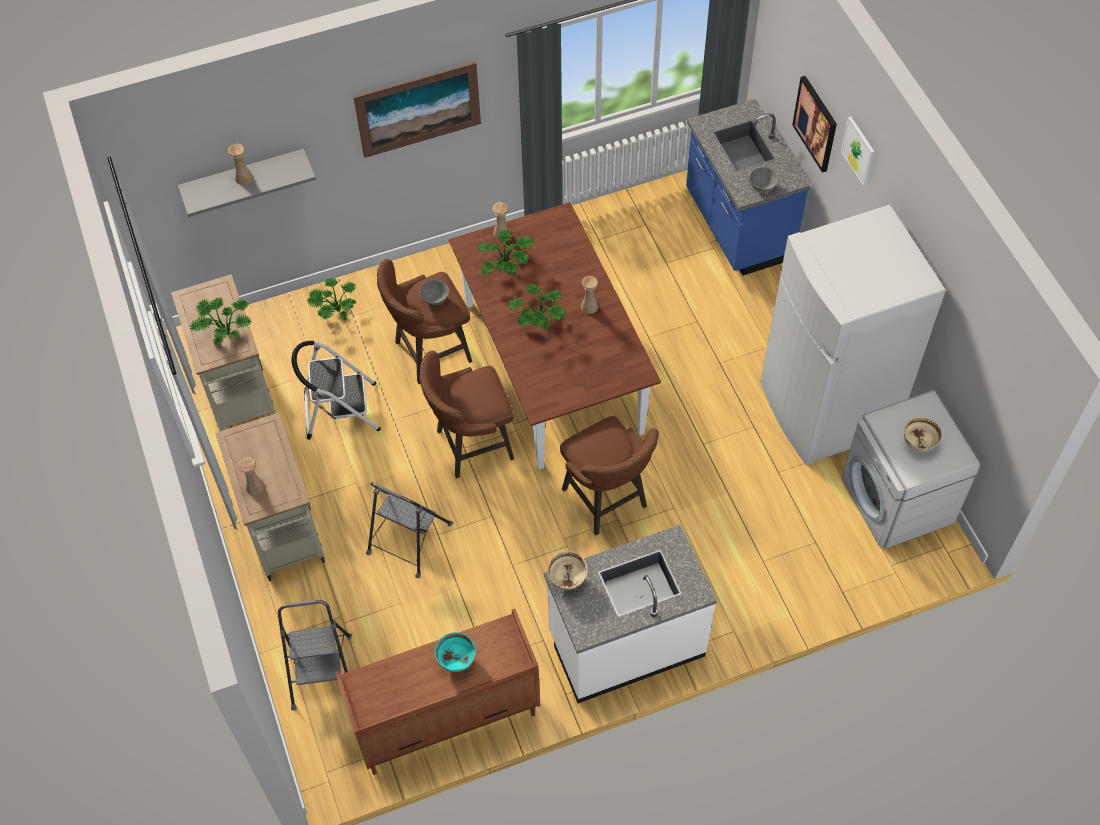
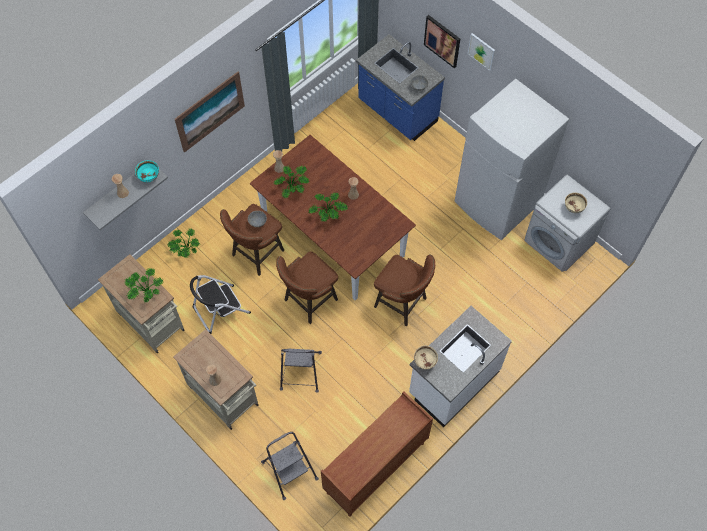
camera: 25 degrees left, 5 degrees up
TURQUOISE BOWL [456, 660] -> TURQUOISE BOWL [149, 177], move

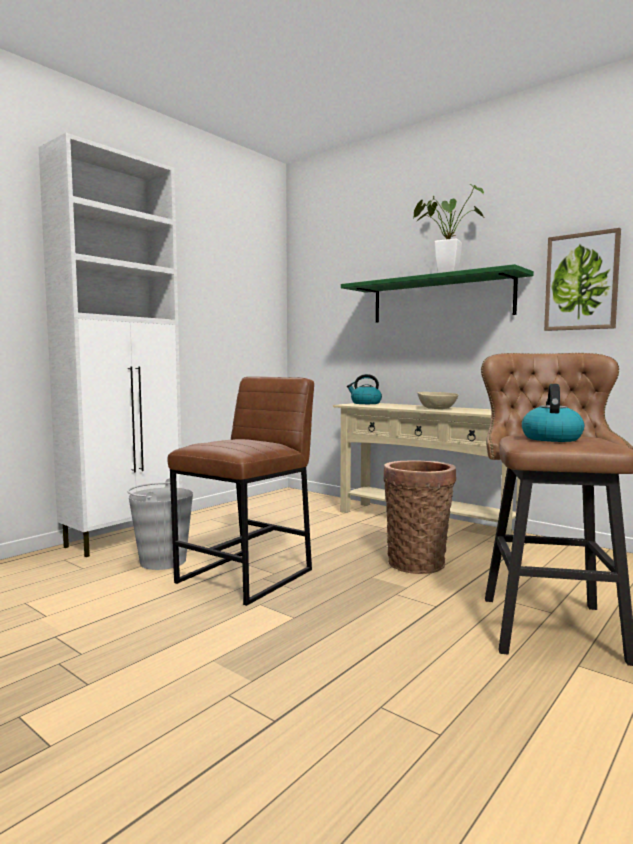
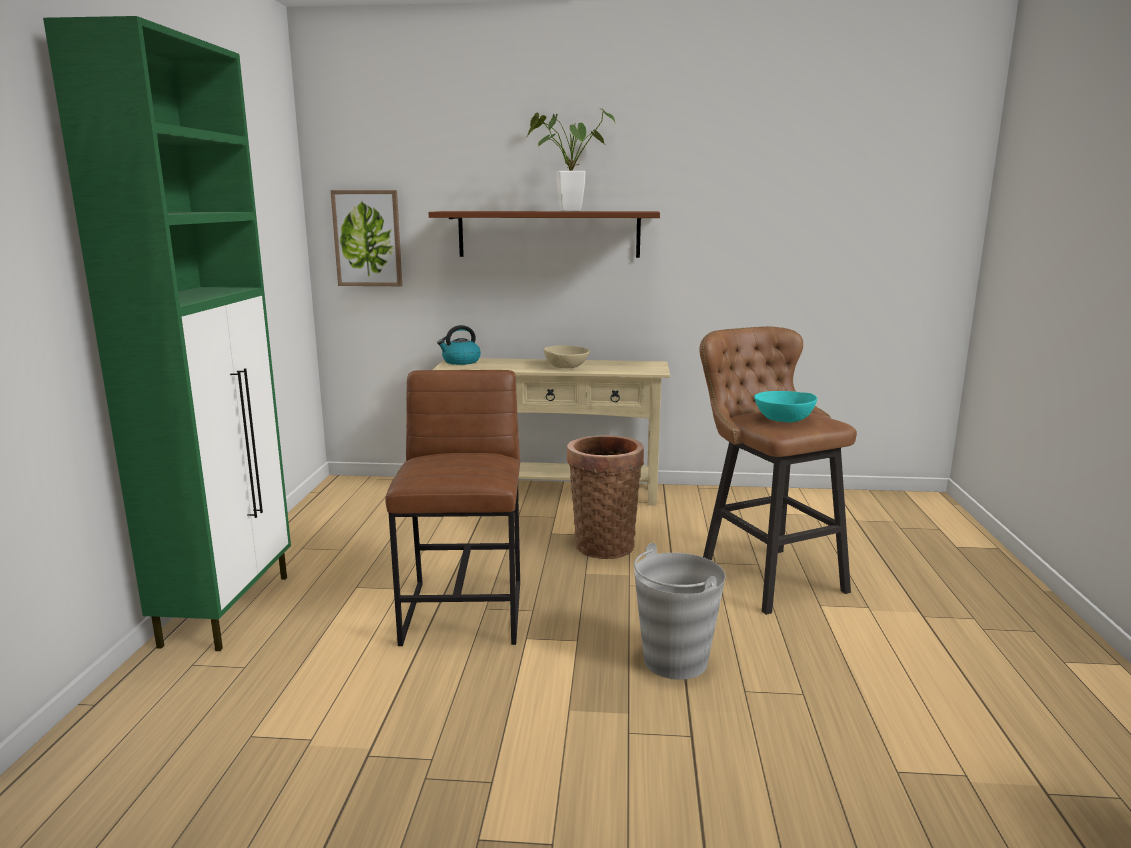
camera: 35 degrees left, 10 degrees up
GREY BUCKET [162, 561] -> GREY BUCKET [674, 661], move
PICTURE [581, 282] -> PICTURE [368, 238], move
KETTLE [551, 438] -> TURQUOISE BOWL [783, 419]
WHITE CABINET [125, 538] -> GREEN CABINET [229, 608]
GREEN SHELF [440, 299] -> BROWN SHELF [548, 234]

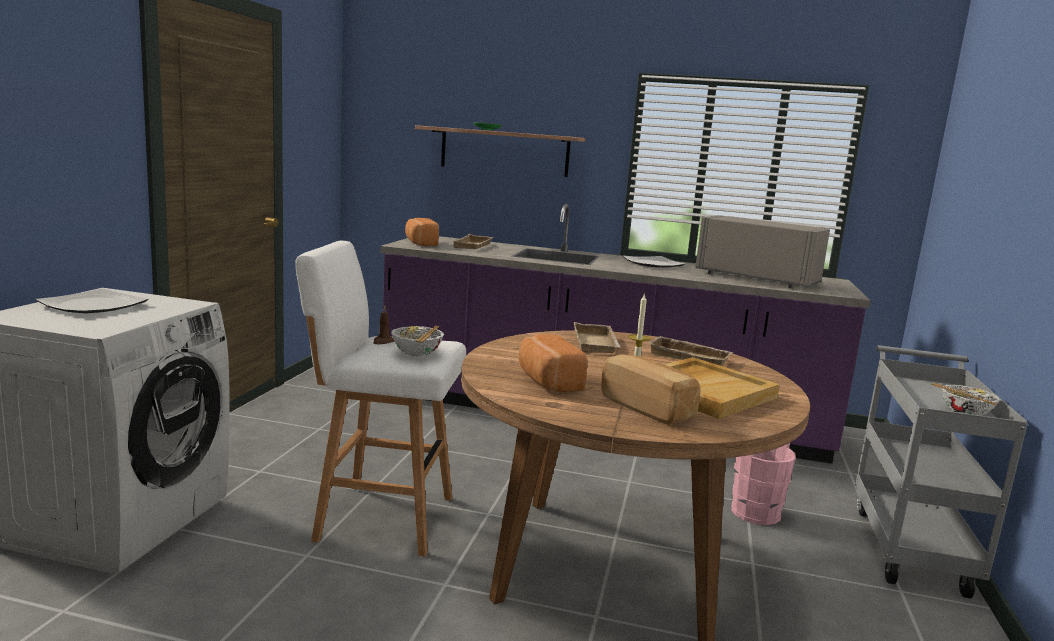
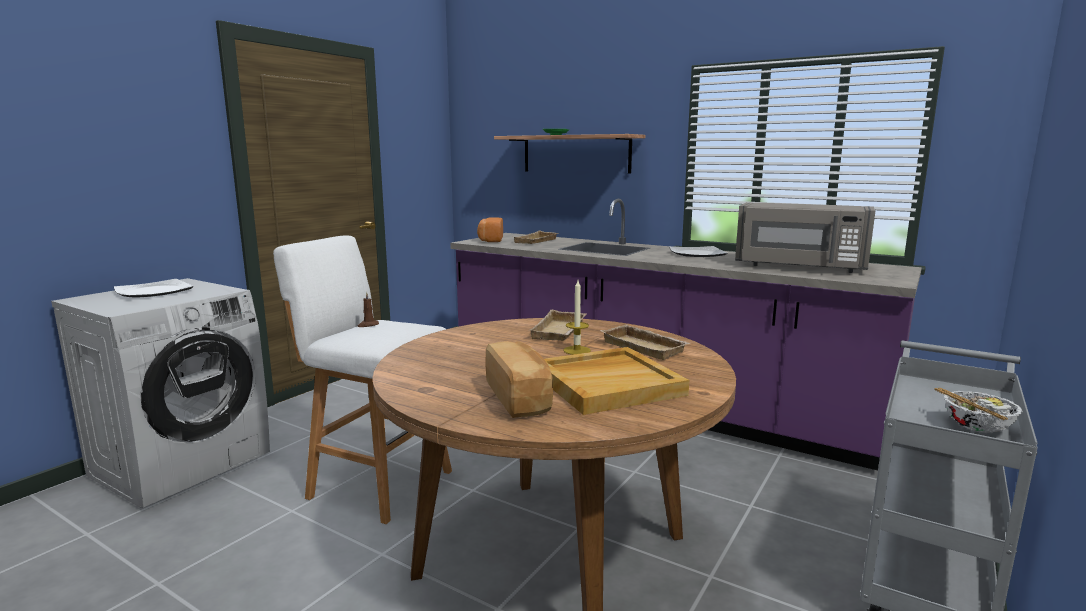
camera: 20 degrees right, 0 degrees up
BOWL [417, 353] -> none
BREAD [547, 382] -> none
PINK BUCKET [755, 512] -> none
GREY MICROWAVE [757, 278] -> GREY MICROWAVE [799, 267], 150 degrees clockwise

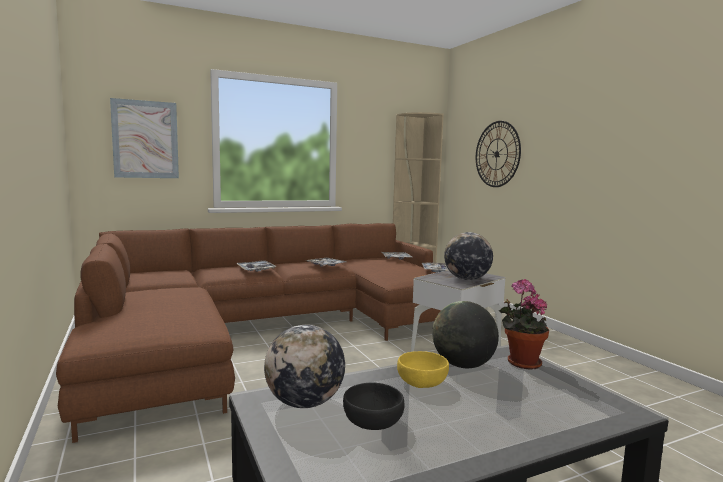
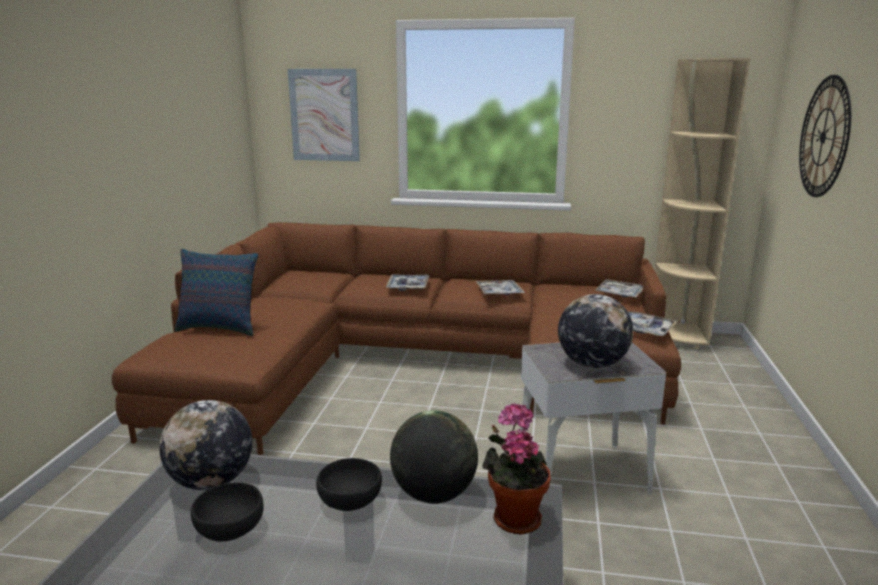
camera: 35 degrees right, 10 degrees up
none -> BLUE PILLOW [219, 329]
YELLOW BOWL [422, 382] -> BLACK BOWL [351, 500]

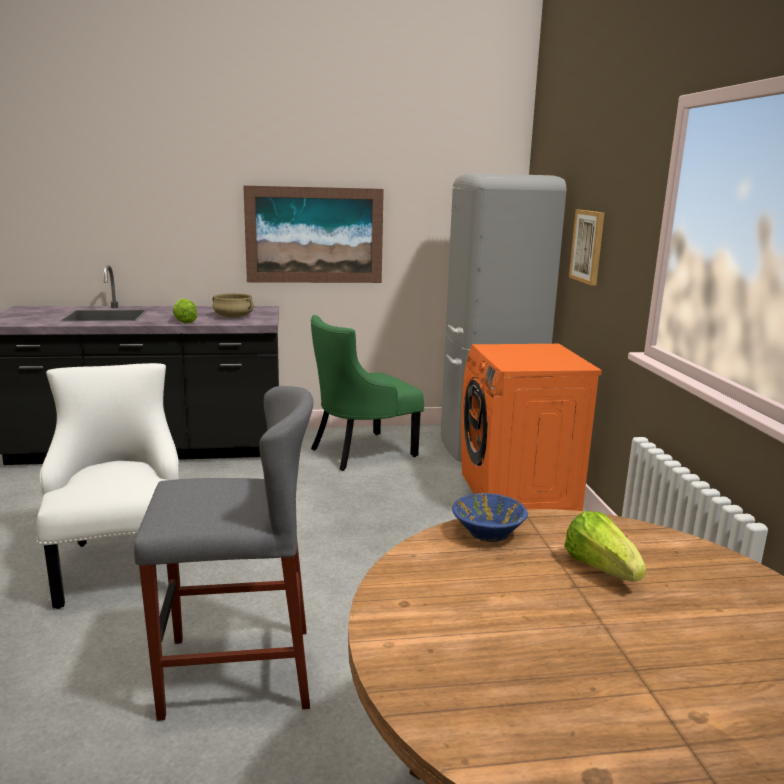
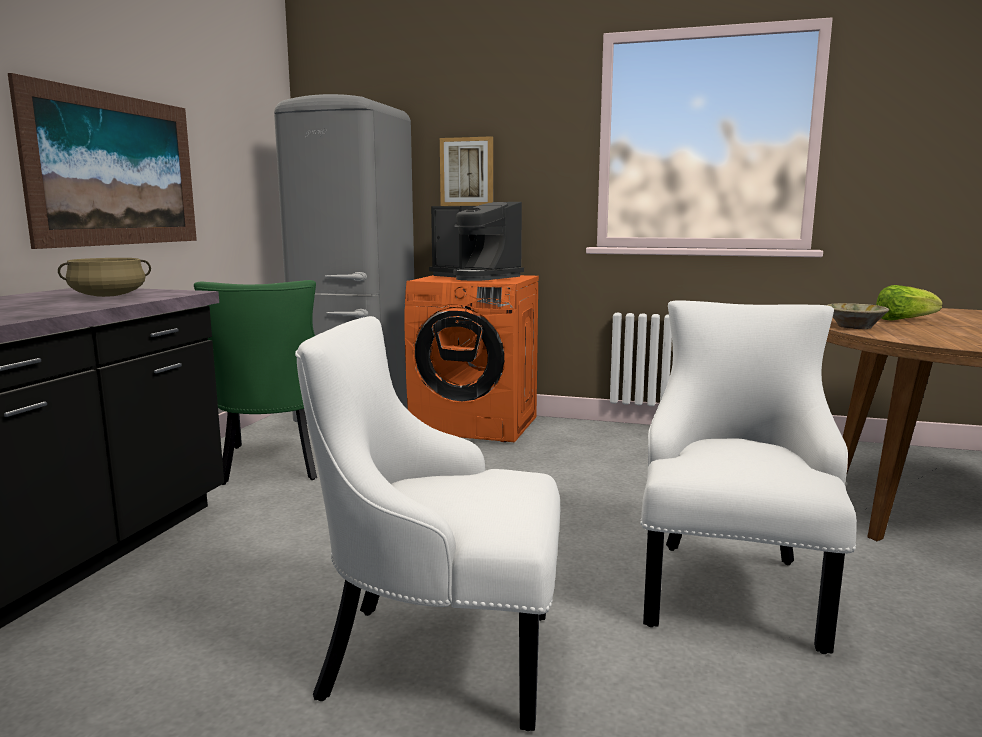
camera: 65 degrees left, 5 degrees down
LETTUCE [184, 321] -> none
none -> COFFEE MACHINE [476, 277]
GREY STOOL [237, 671] -> WHITE CHAIR [732, 595]
BLUE BOWL [487, 532] -> BEIGE BOWL [854, 327]

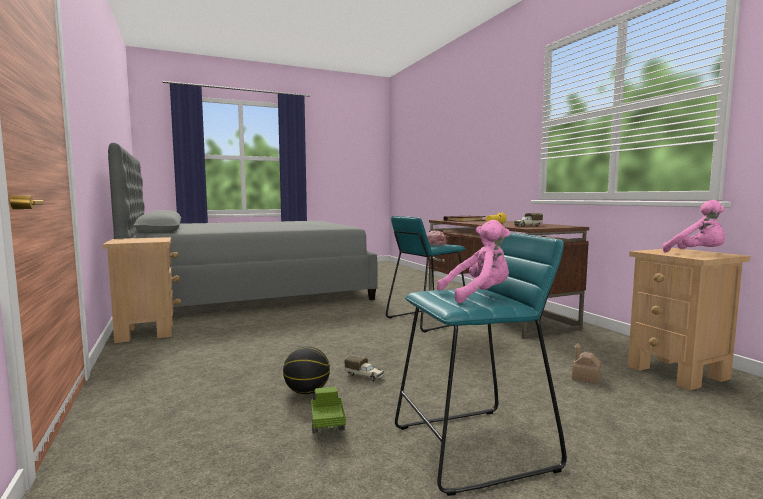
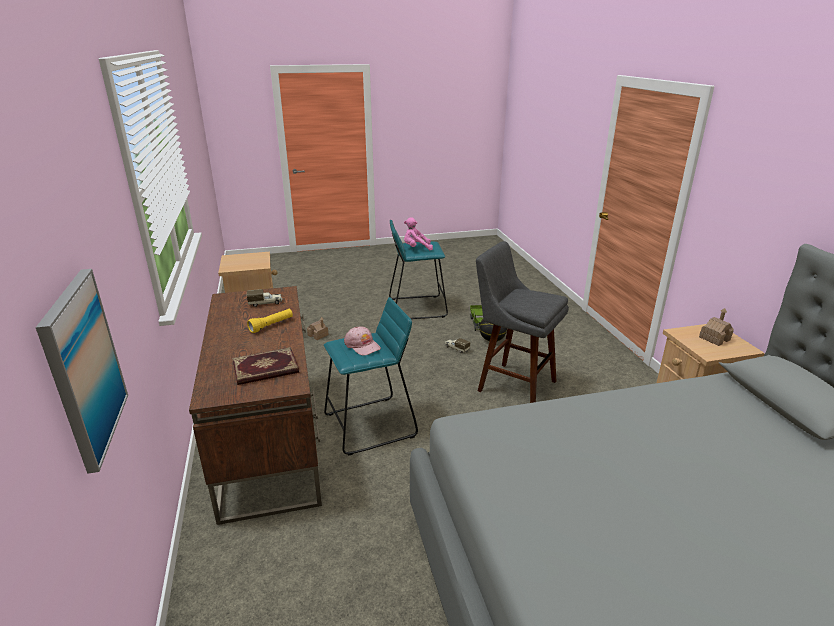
camera: 170 degrees left, 20 degrees up
PINK PLUSH TOY [698, 253] -> none
none -> PICTURE [83, 367]
none -> GREY STOOL [513, 384]
none -> TOY HOUSE [714, 338]

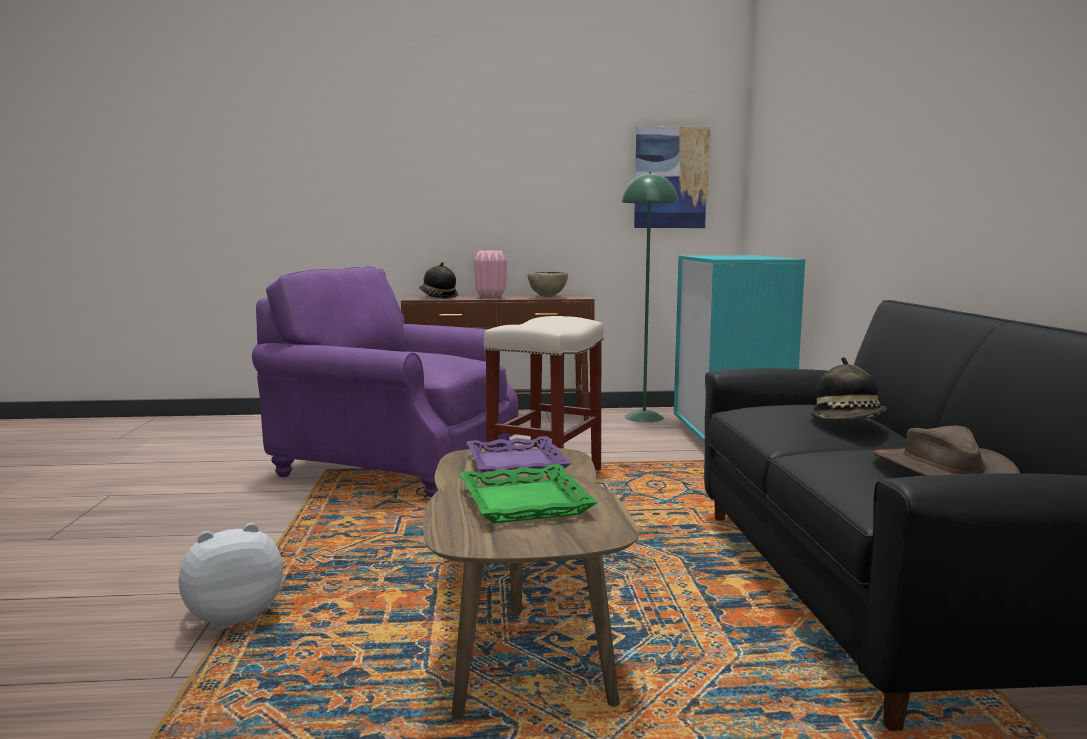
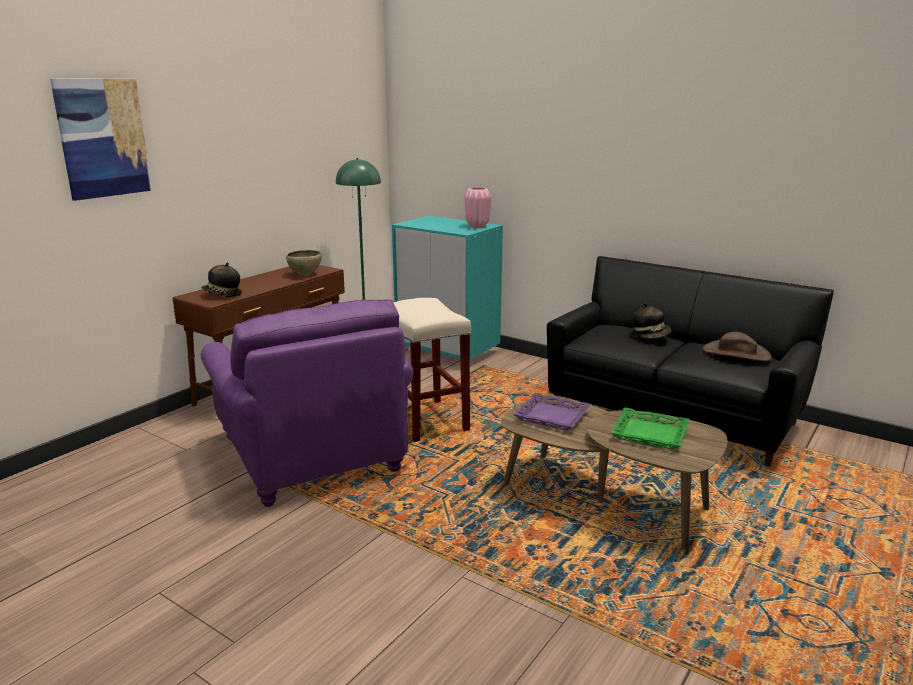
camera: 50 degrees left, 10 degrees up
PLUSH TOY [233, 617] -> none
PINK VASE [490, 297] -> PINK VASE [477, 226], move
PICTURE [671, 178] -> PICTURE [103, 138], move
PURPLE ARMCHAIR [396, 464] -> PURPLE ARMCHAIR [311, 453], 90 degrees counterclockwise

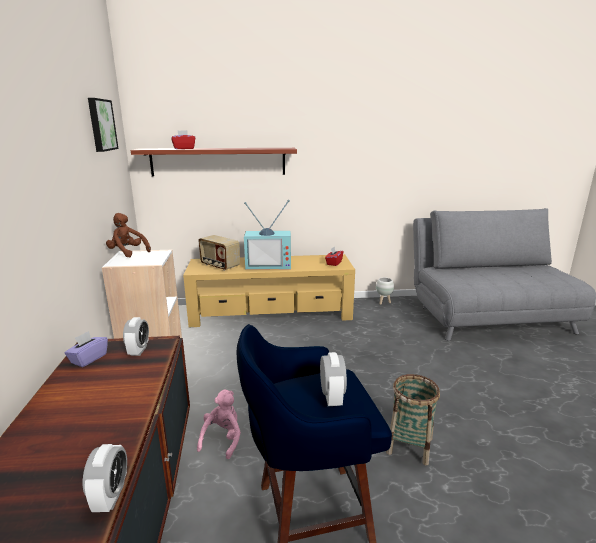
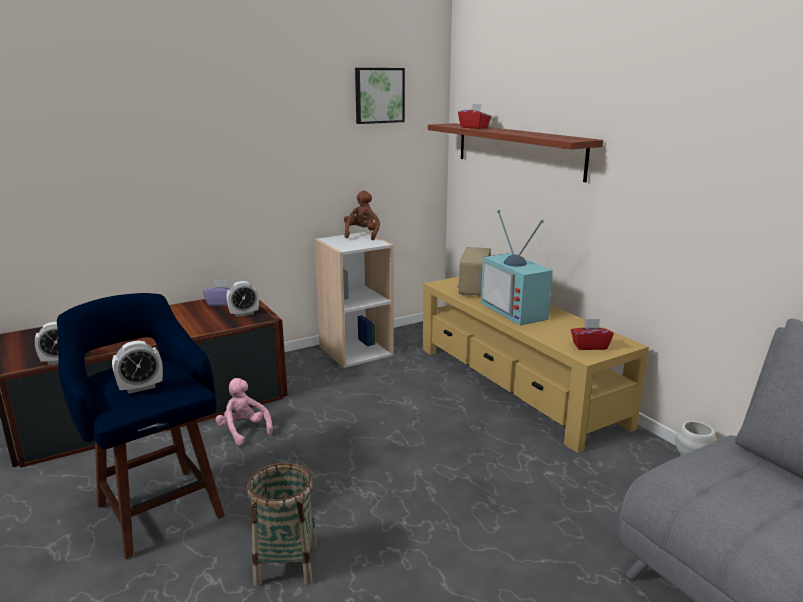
camera: 65 degrees right, 0 degrees up
PINK PLUSH TOY [222, 439] -> PINK PLUSH TOY [243, 431], 120 degrees counterclockwise

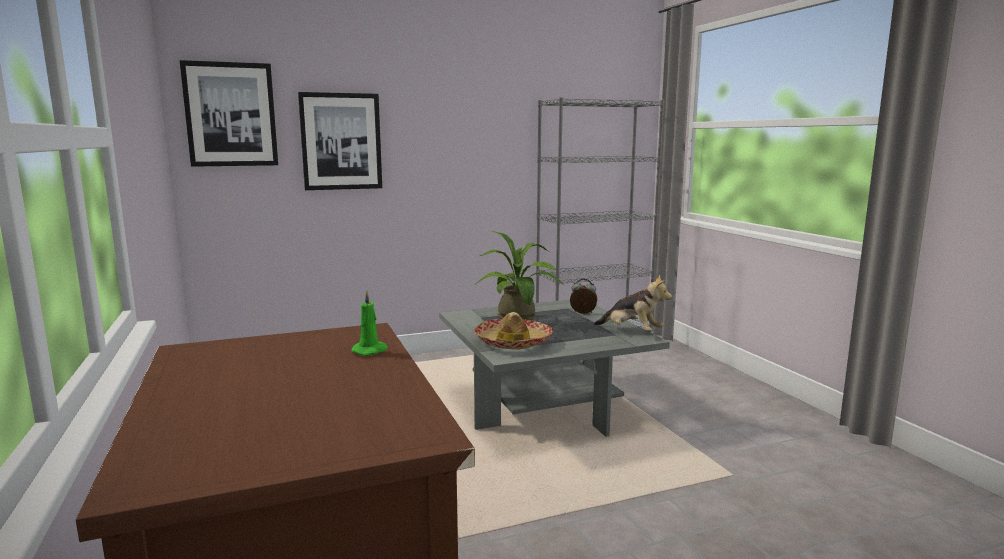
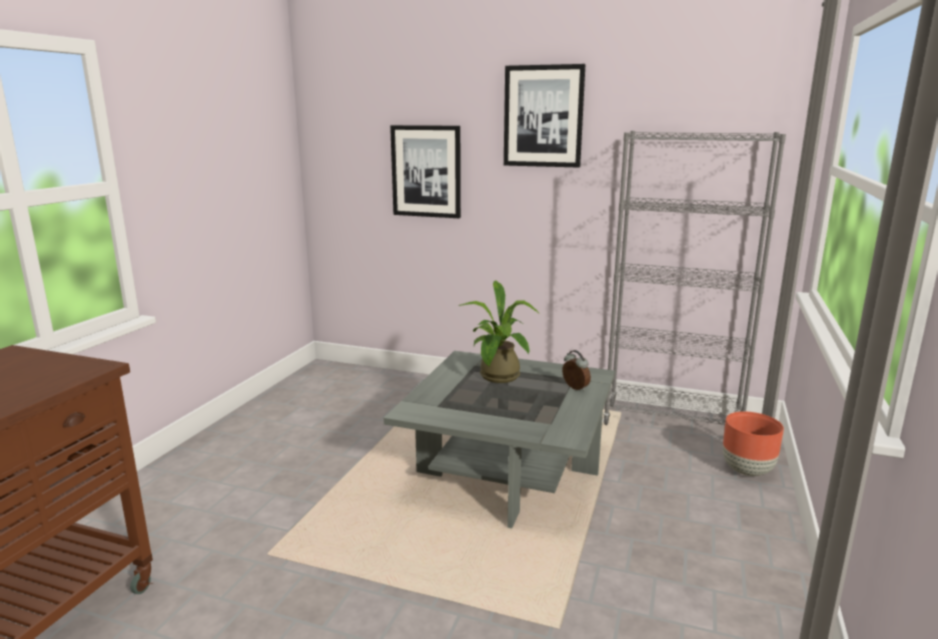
camera: 40 degrees right, 5 degrees up
GREEN CANDLE [371, 351] -> none
HAT [513, 342] -> none
PLUSH TOY [631, 331] -> none
none -> BROWN PLANTER [747, 471]
PICTURE [231, 114] -> PICTURE [543, 116], move

